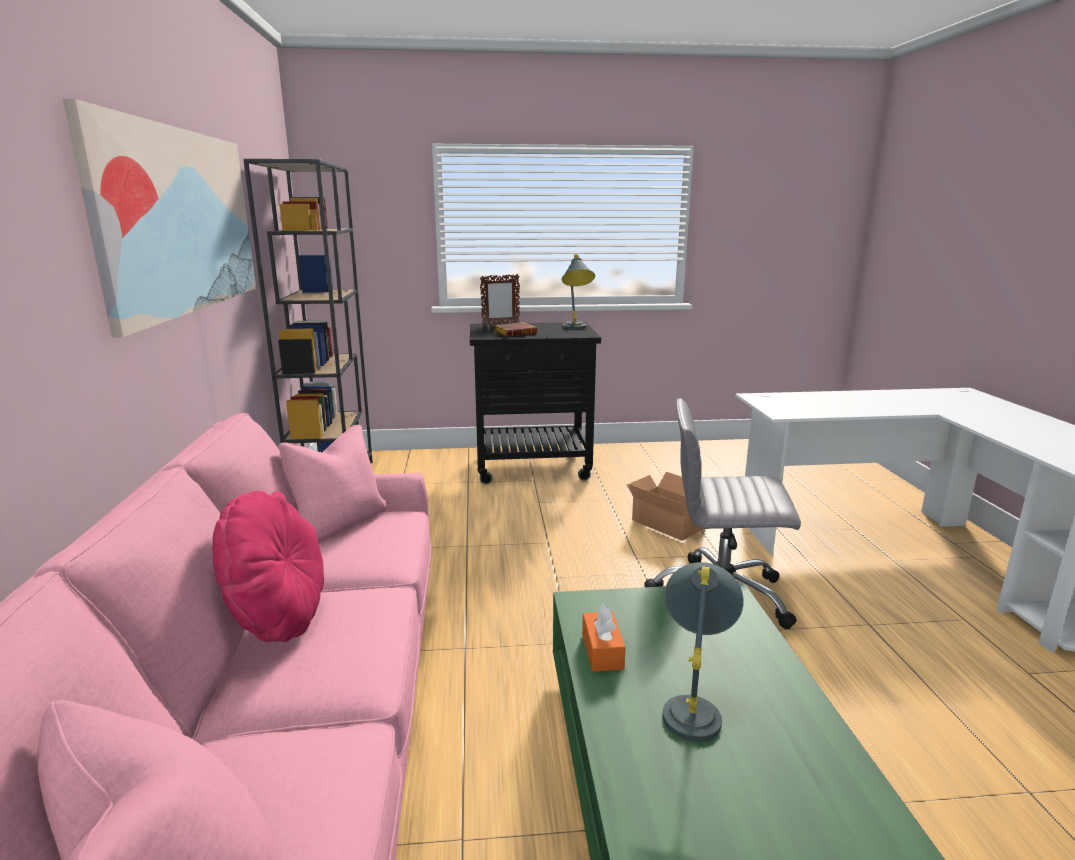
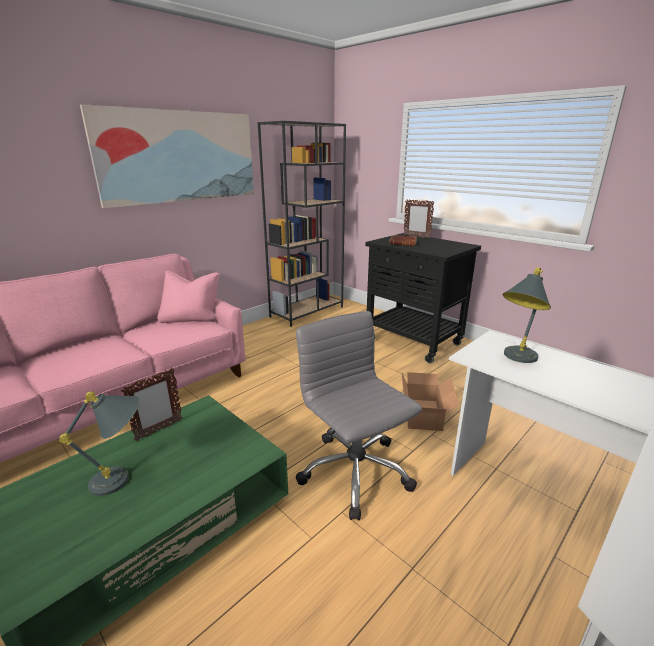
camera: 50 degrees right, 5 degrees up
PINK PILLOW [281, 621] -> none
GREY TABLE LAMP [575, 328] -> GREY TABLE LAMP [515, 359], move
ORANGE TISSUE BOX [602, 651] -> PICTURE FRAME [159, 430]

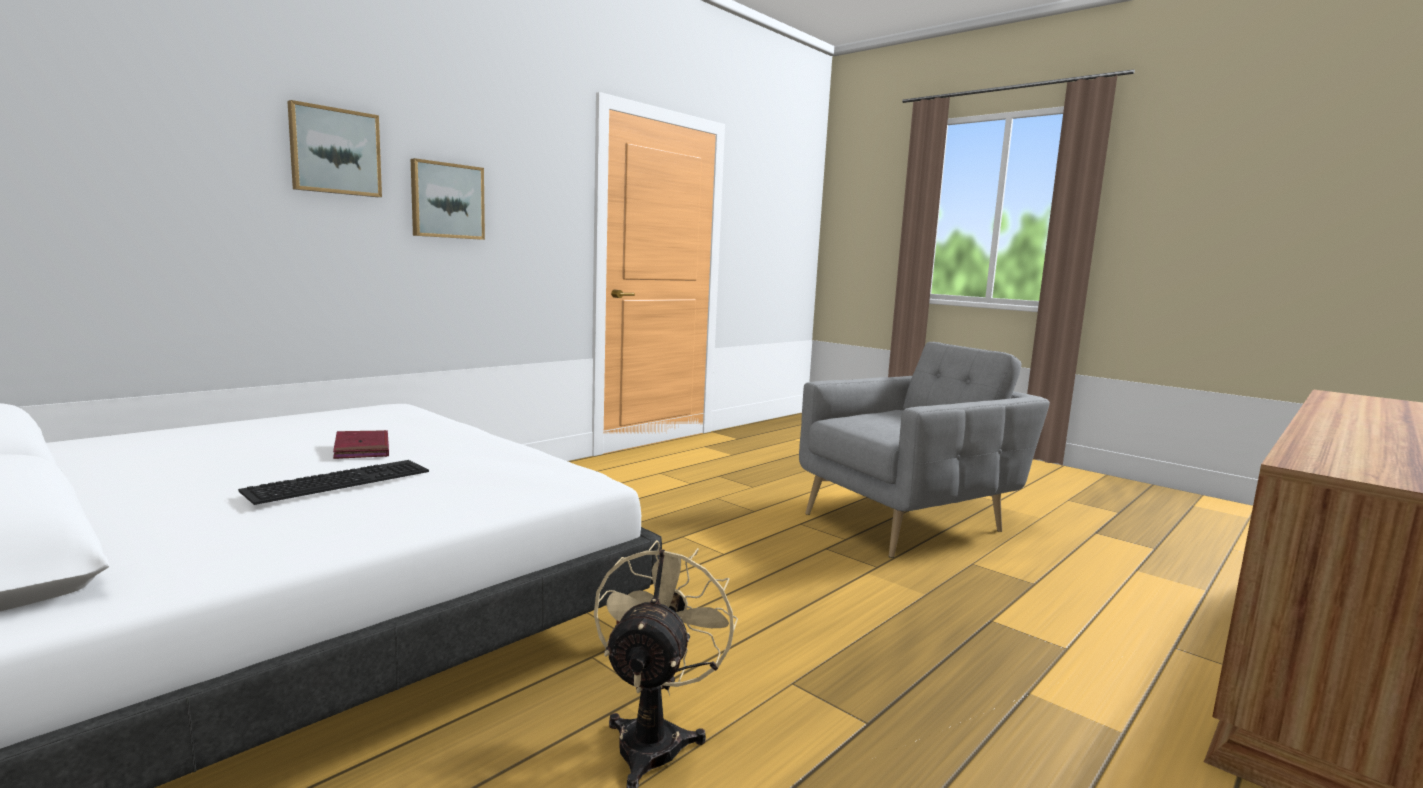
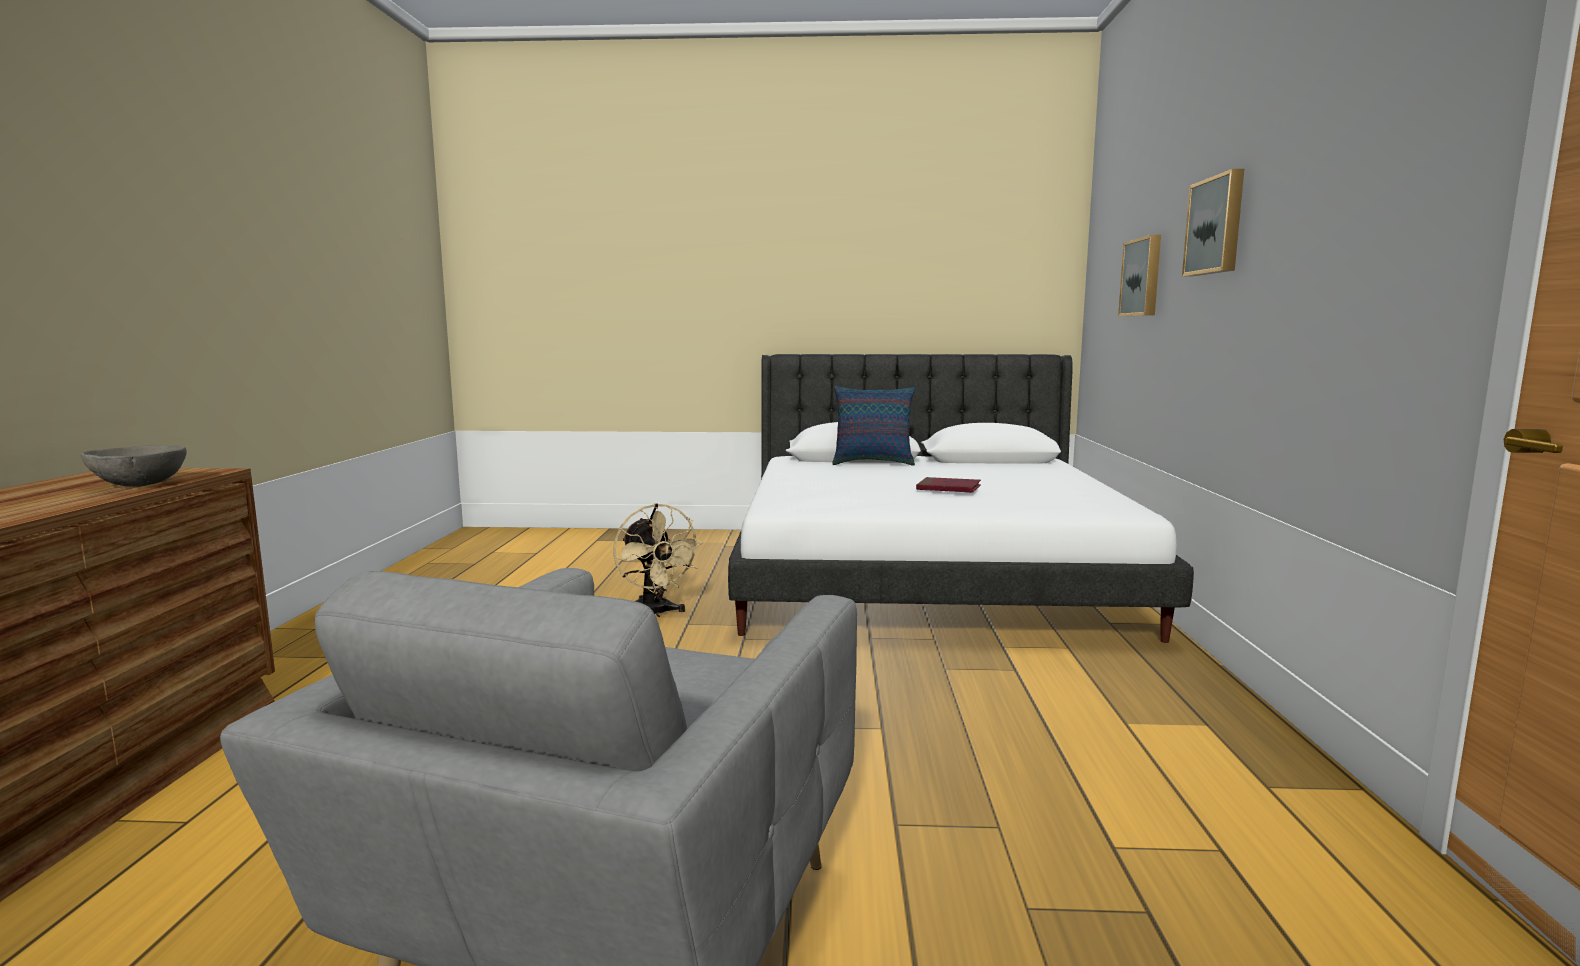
camera: 140 degrees right, 0 degrees up
KEYBOARD [340, 480] -> none
none -> GREY BOWL [141, 485]
none -> BLUE PILLOW [873, 463]
PICTURE [447, 201] -> PICTURE [1143, 277], move

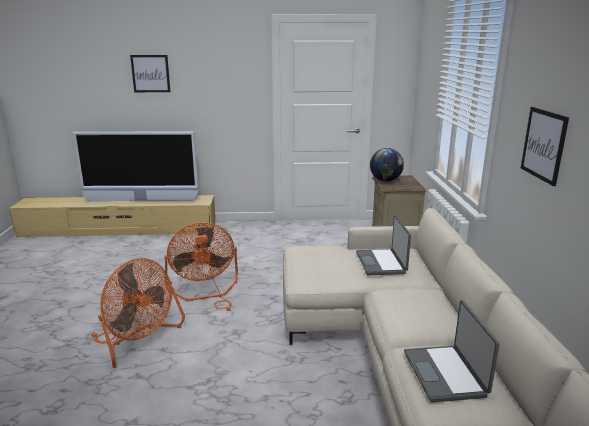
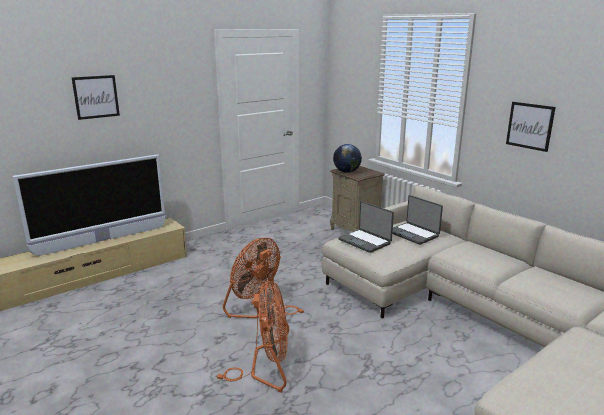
camera: 35 degrees left, 0 degrees up
LAPTOP [446, 374] -> LAPTOP [365, 241], move

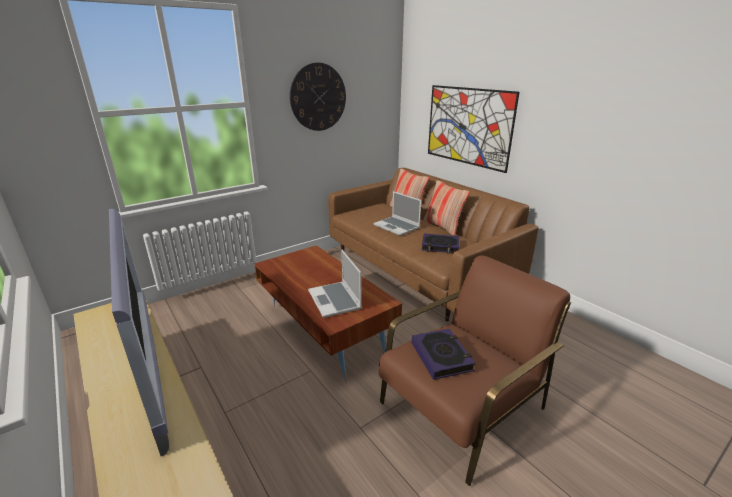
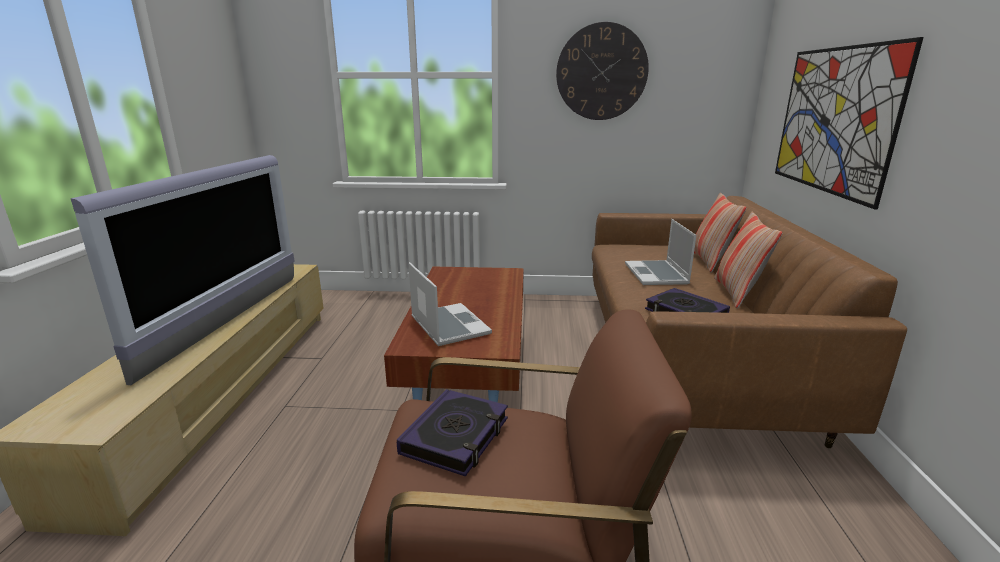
camera: 40 degrees right, 5 degrees down
LAPTOP [335, 300] -> LAPTOP [448, 326], 135 degrees clockwise

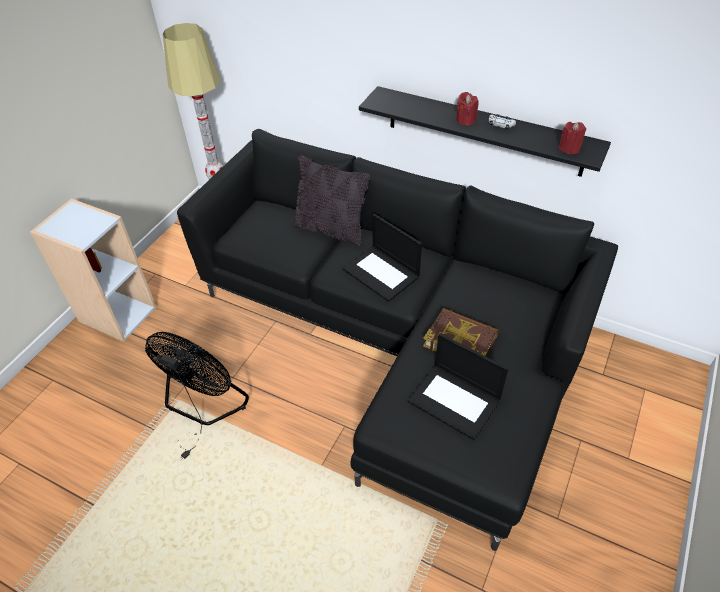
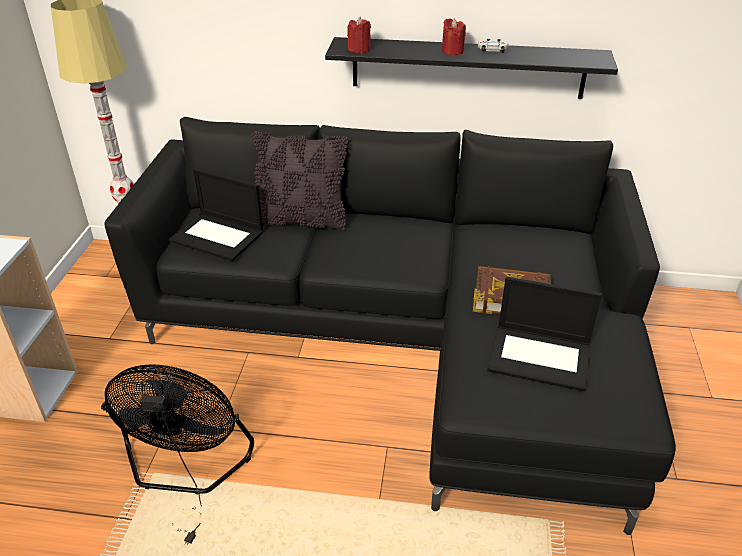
camera: 20 degrees left, 10 degrees down
LAPTOP [382, 273] -> LAPTOP [218, 236], move
RED CANDLE [569, 148] -> RED CANDLE [359, 50], move

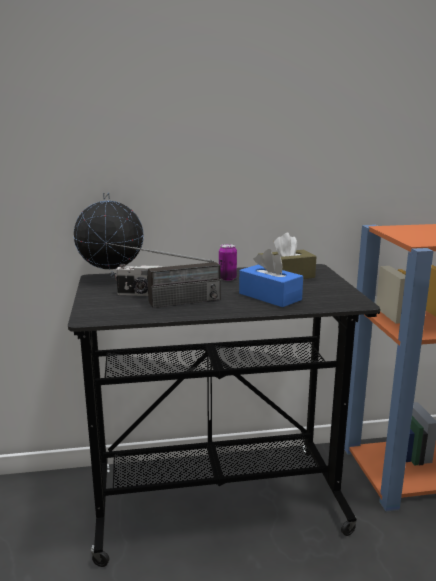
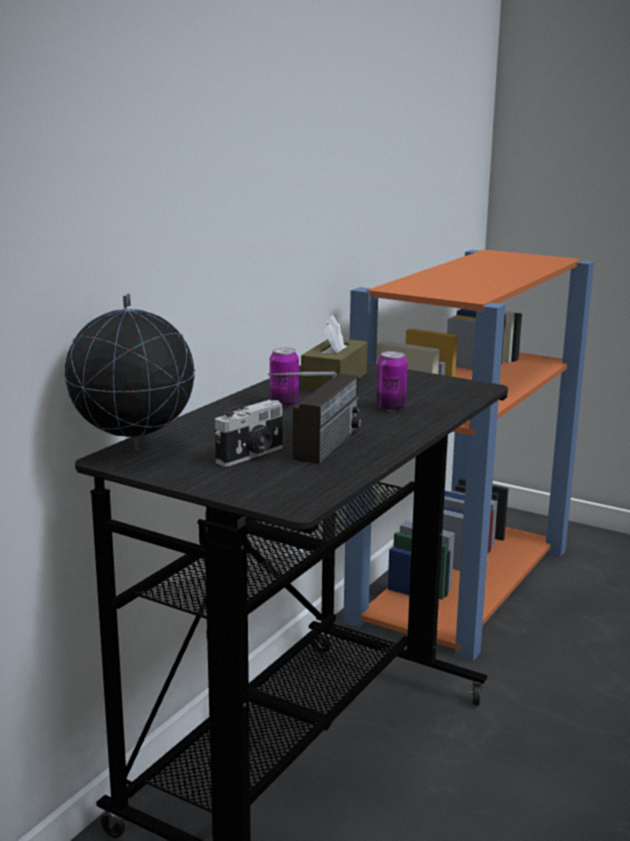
camera: 50 degrees left, 0 degrees up
BLUE TISSUE BOX [270, 296] -> CAN [391, 408]

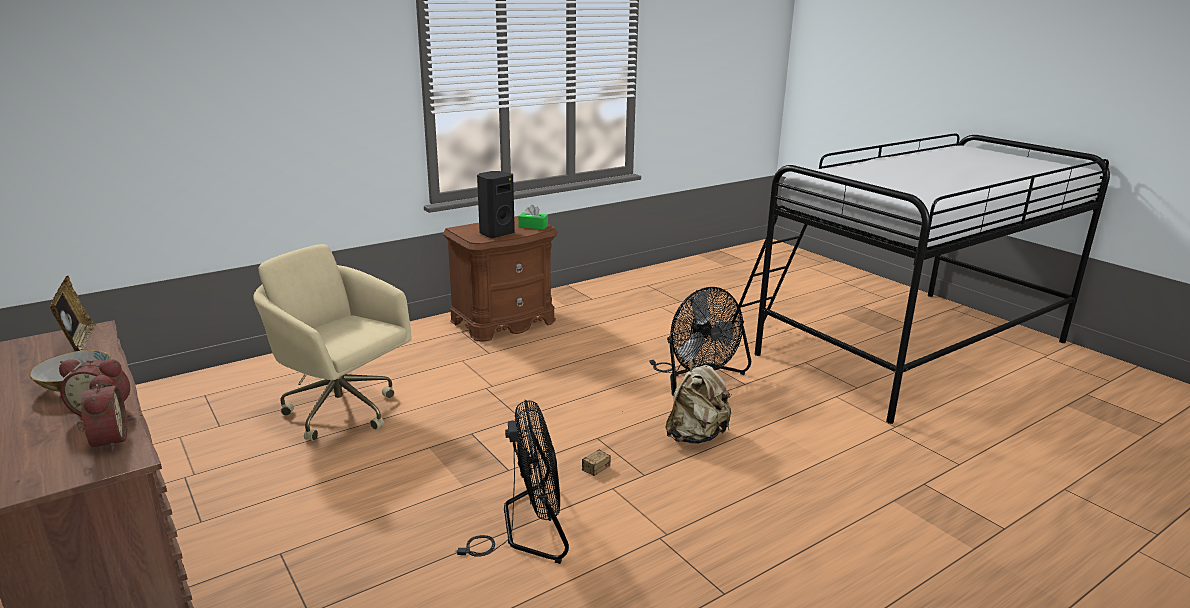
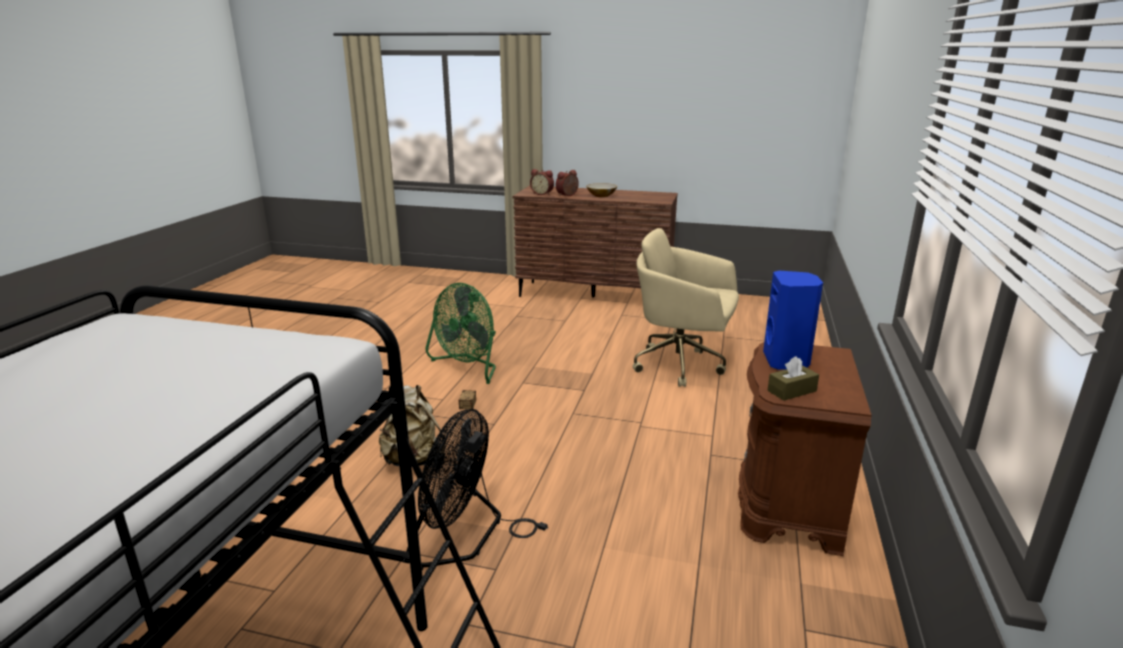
camera: 140 degrees right, 0 degrees up
PICTURE FRAME [79, 342] -> none
BLACK FAN [526, 527] -> GREEN FAN [469, 365]
BLACK SPEAKER [496, 233] -> BLUE SPEAKER [786, 361]
GREEN TISSUE BOX [533, 226] -> BROWN TISSUE BOX [791, 391]
BEIGE OFFICE CHAIR [345, 414] -> BEIGE OFFICE CHAIR [682, 367], 150 degrees counterclockwise

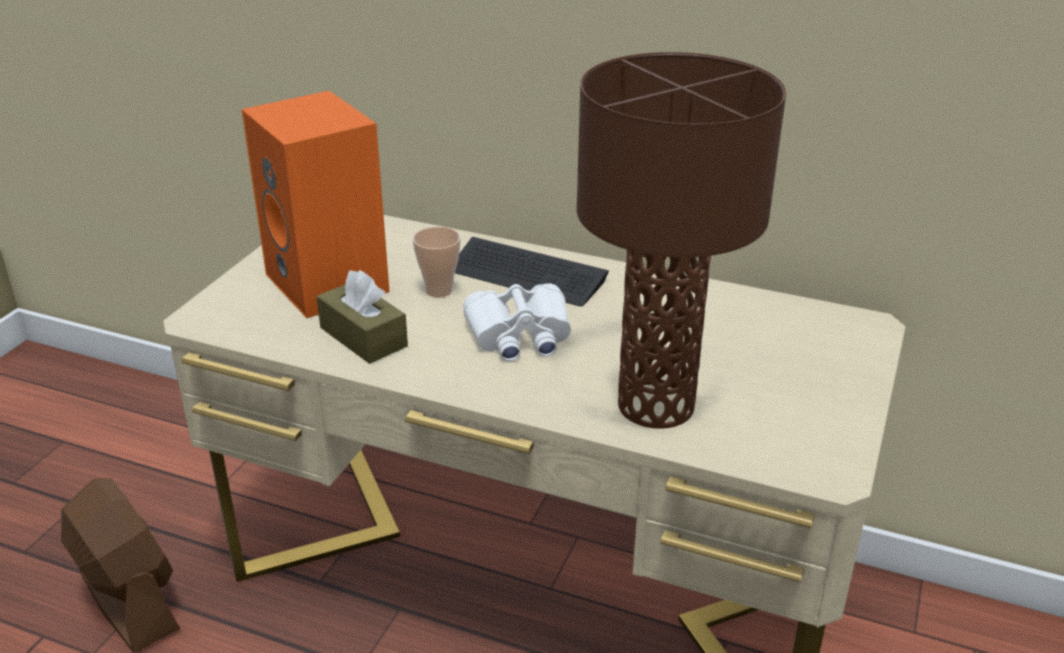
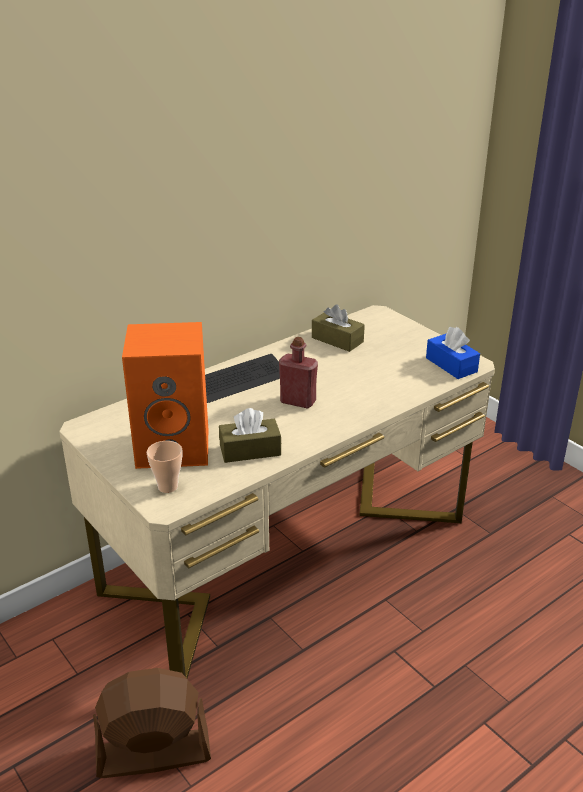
camera: 60 degrees left, 0 degrees up
BROWN TABLE LAMP [657, 406] -> none
none -> BROWN TISSUE BOX [337, 340]
none -> BLUE TISSUE BOX [451, 365]
CUP [439, 290] -> CUP [168, 486], move
WHITE BINOCULARS [519, 335] -> RED BOTTLE [298, 401]

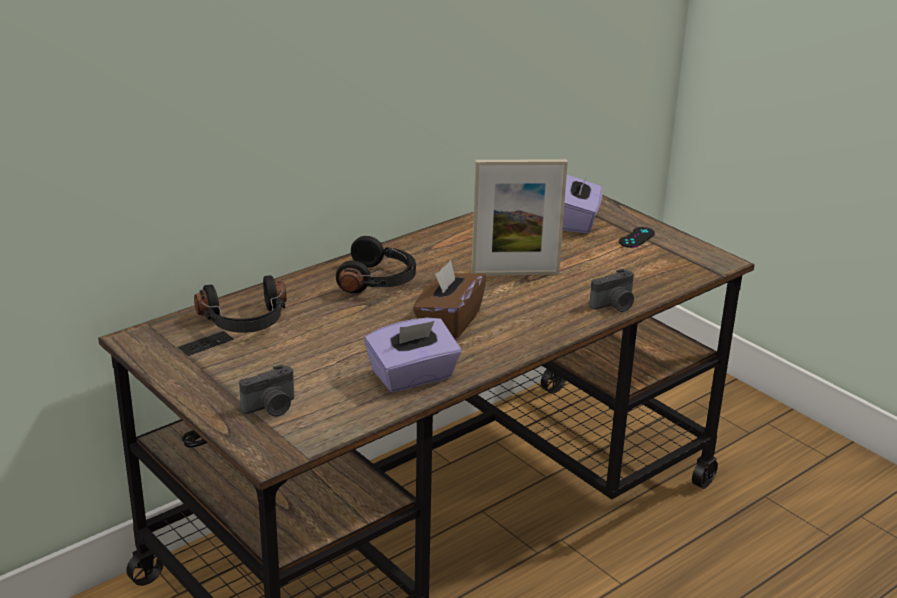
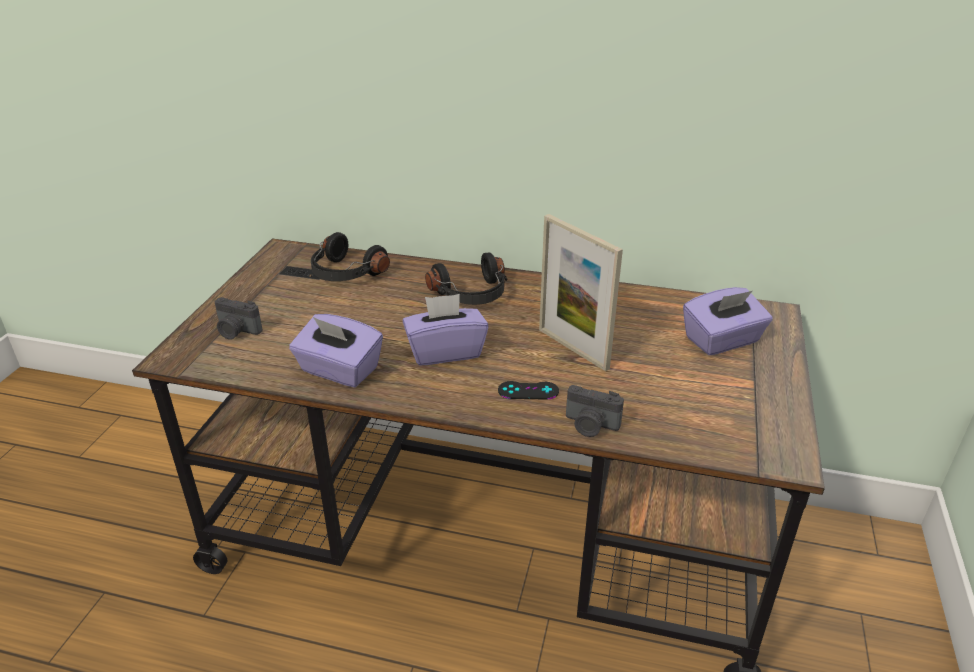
camera: 55 degrees right, 5 degrees up
BLACK GAME CONTROLLER [636, 238] -> BLACK GAME CONTROLLER [528, 391], move
BROWN TISSUE BOX [448, 322] -> PURPLE TISSUE BOX [445, 351]

